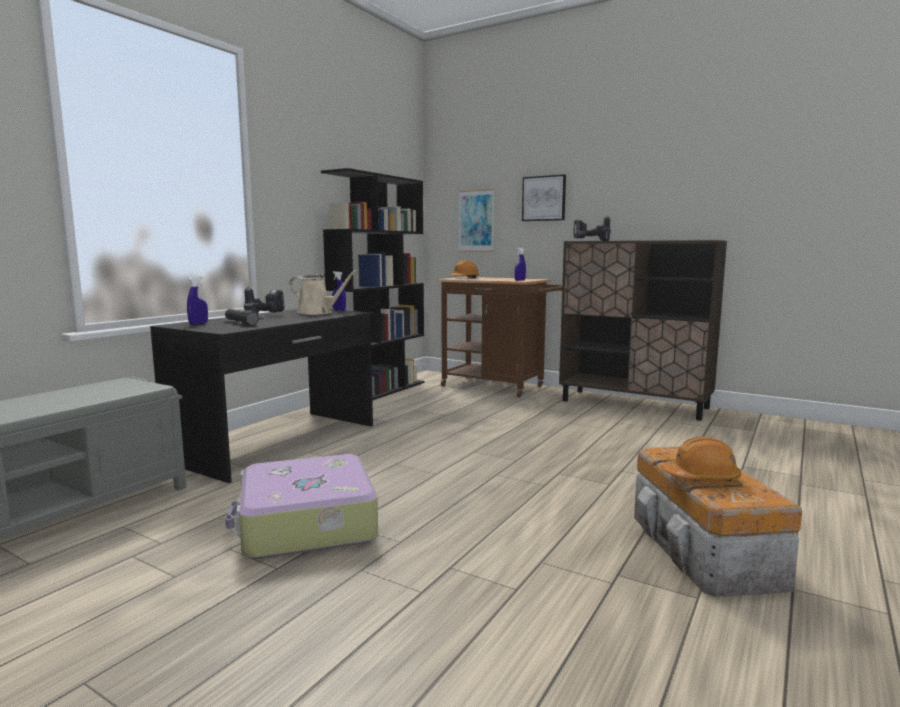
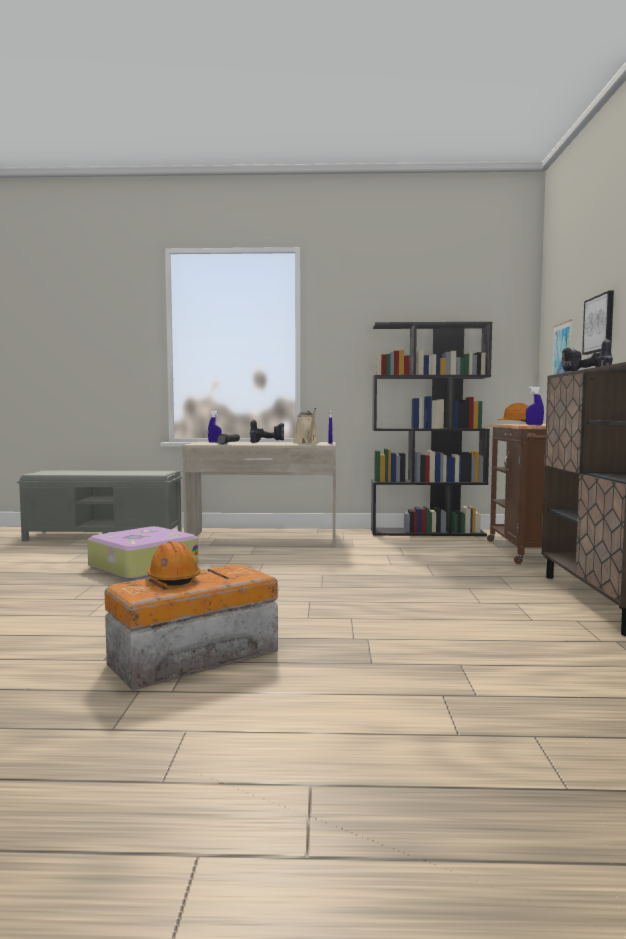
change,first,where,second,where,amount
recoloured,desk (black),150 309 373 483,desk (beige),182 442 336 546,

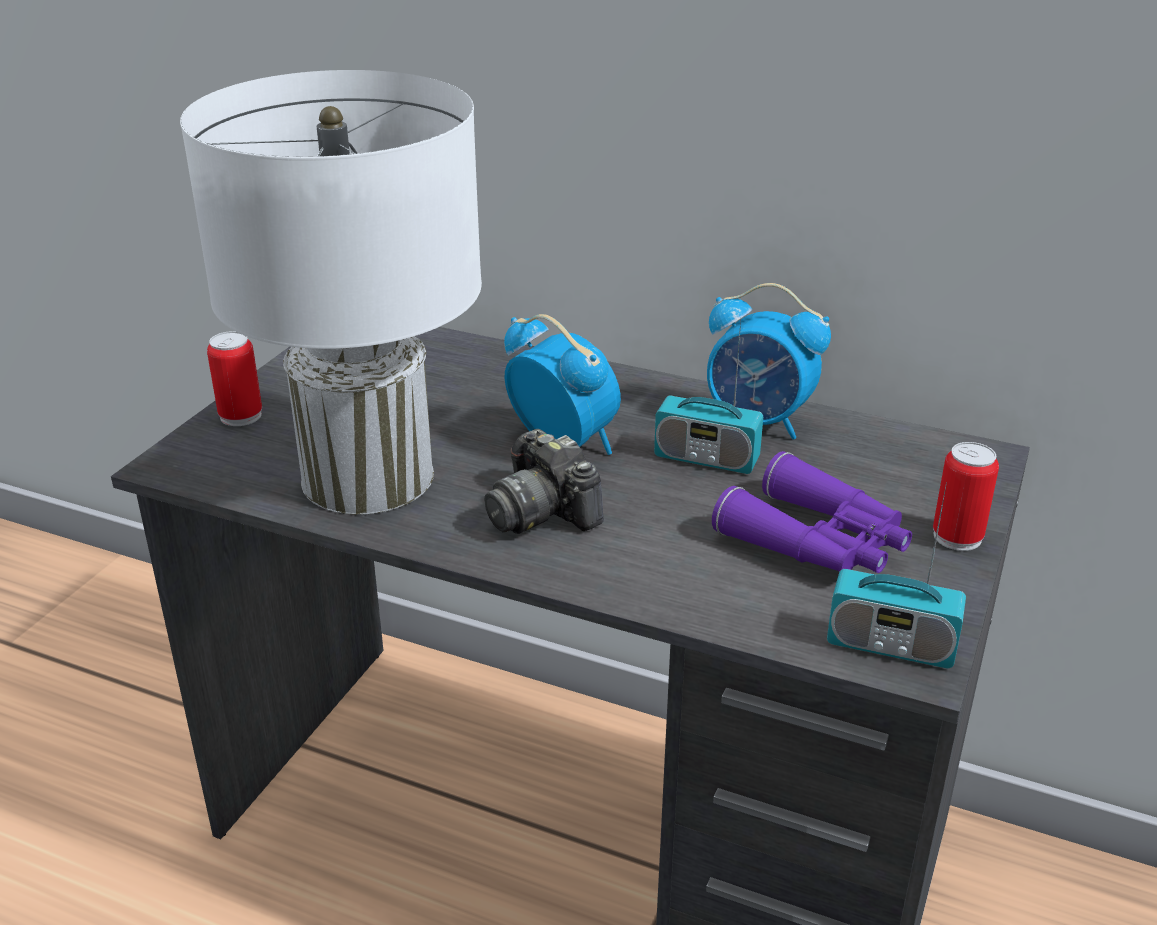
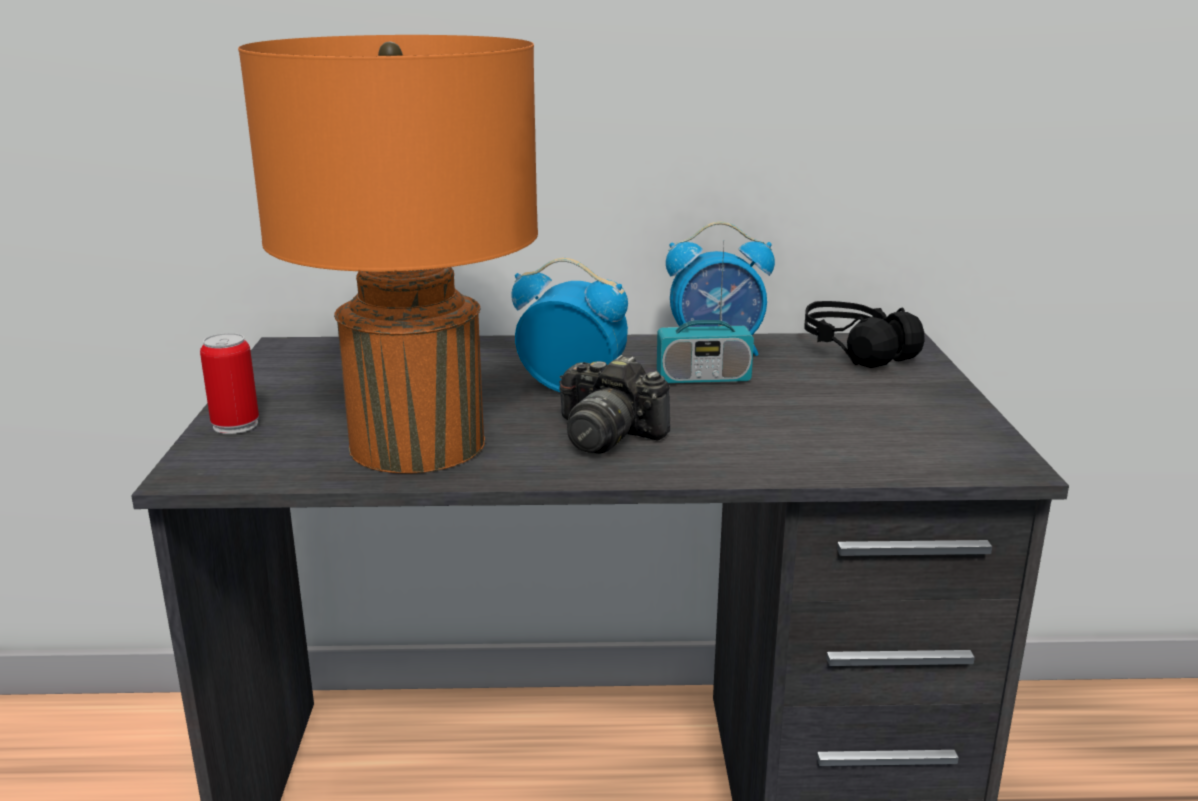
change,first,where,second,where,amount
removed,binoculars (purple),712 451 912 573,,,
removed,radio,827 482 966 668,,,
removed,can,933 442 999 551,,,
added,,,headphones (black),804 301 924 368,
recoloured,table lamp (white),180 70 482 515,table lamp (orange),238 35 538 473,

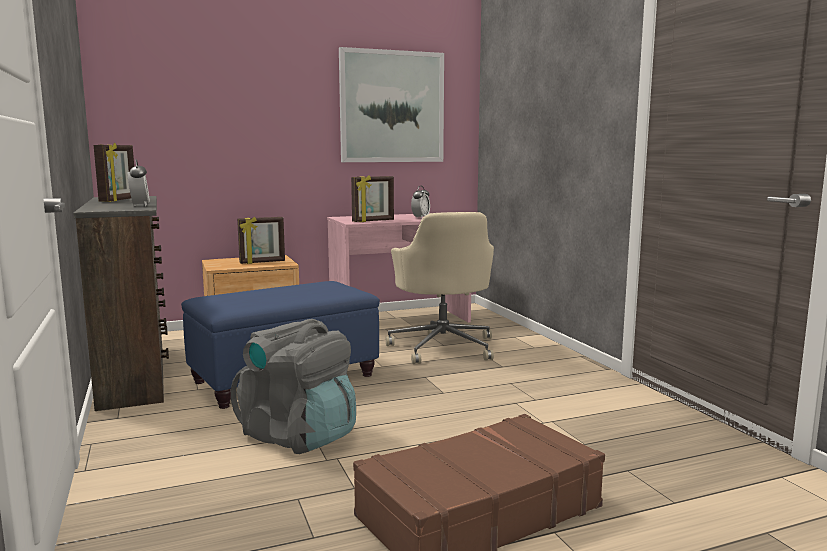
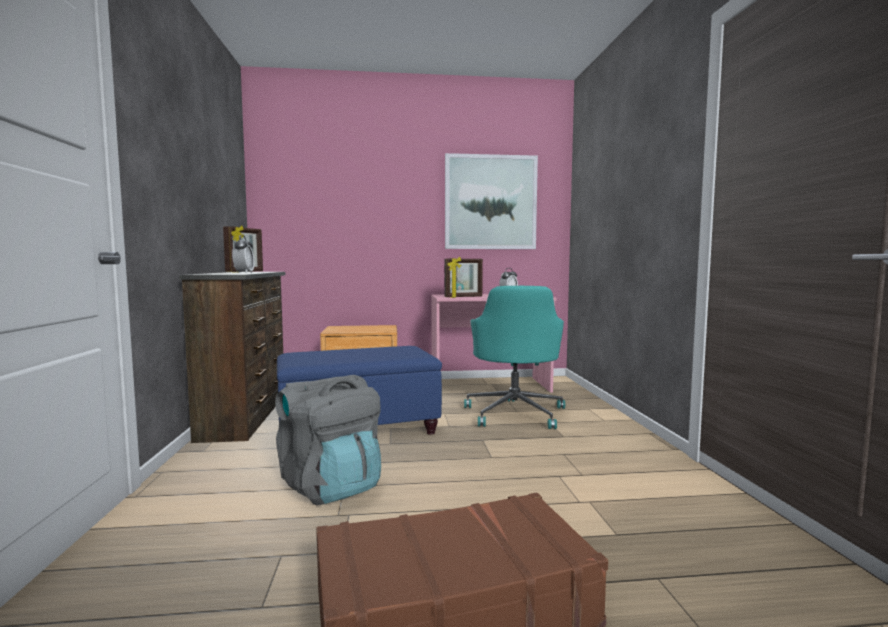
change,first,where,second,where,amount
removed,picture frame,237 217 285 264,,,
recoloured,office chair (beige),386 212 494 364,office chair (turquoise),464 286 565 429,

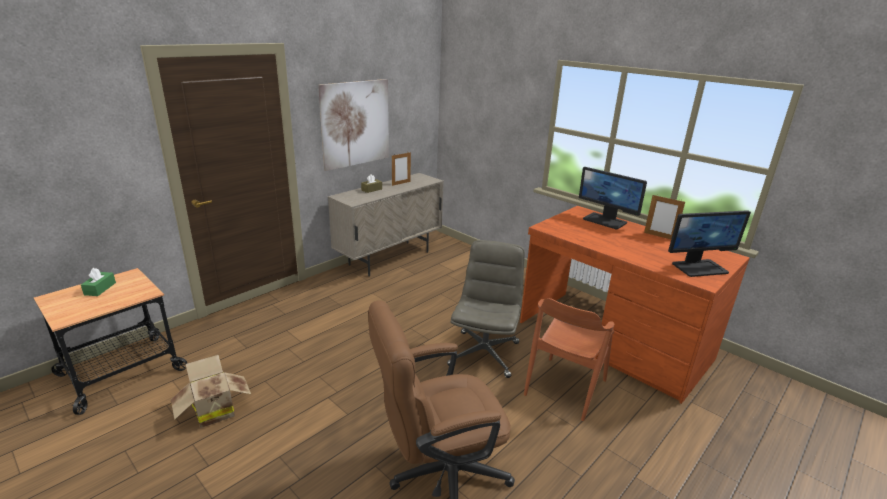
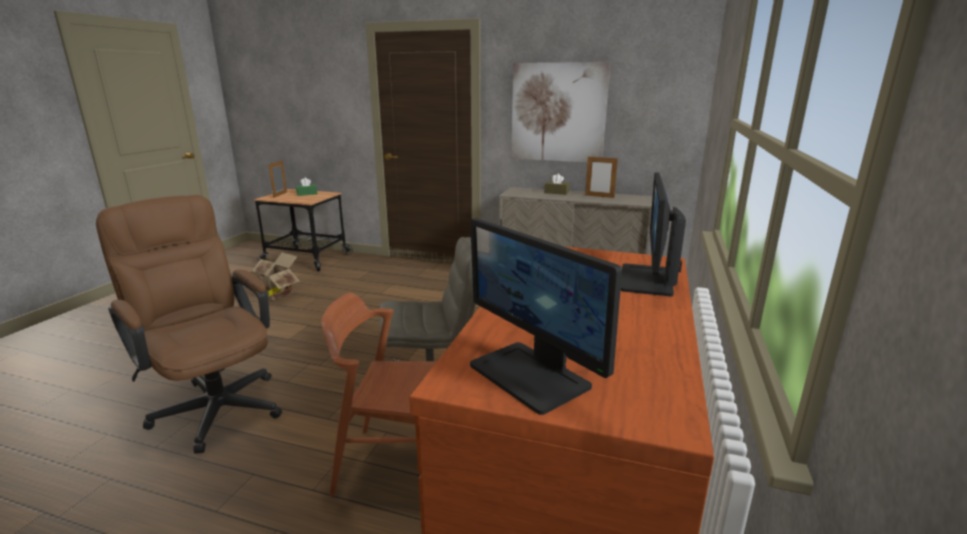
change,first,where,second,where,amount
moved,picture frame,644 194 685 239,,269 161 287 198,

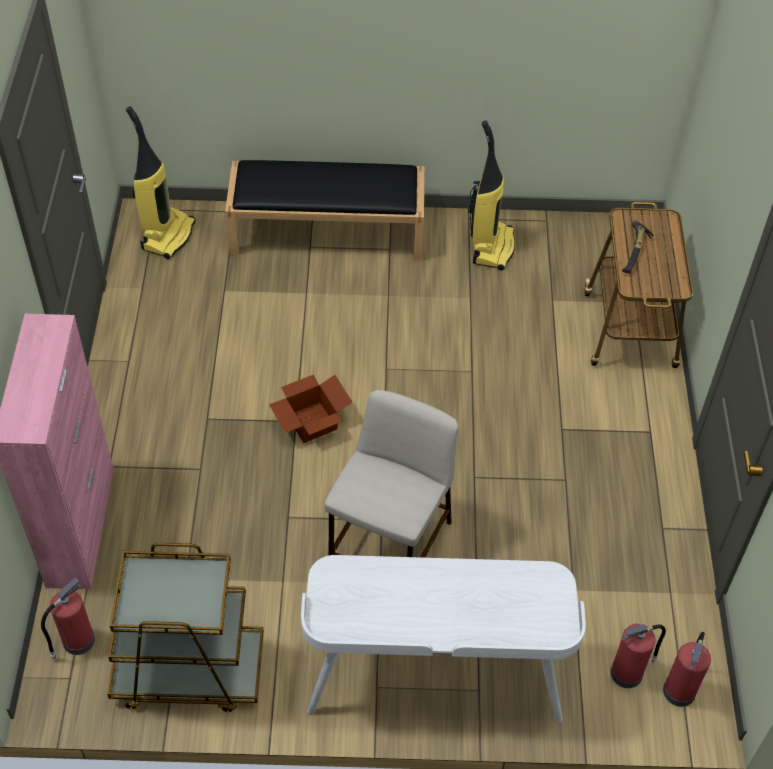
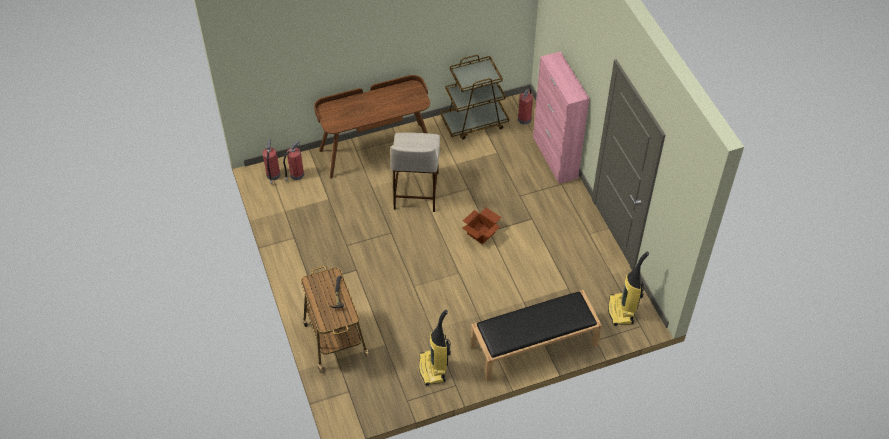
change,first,where,second,where,amount
recoloured,desk (white),301 555 586 723,desk (brown),314 75 430 179,

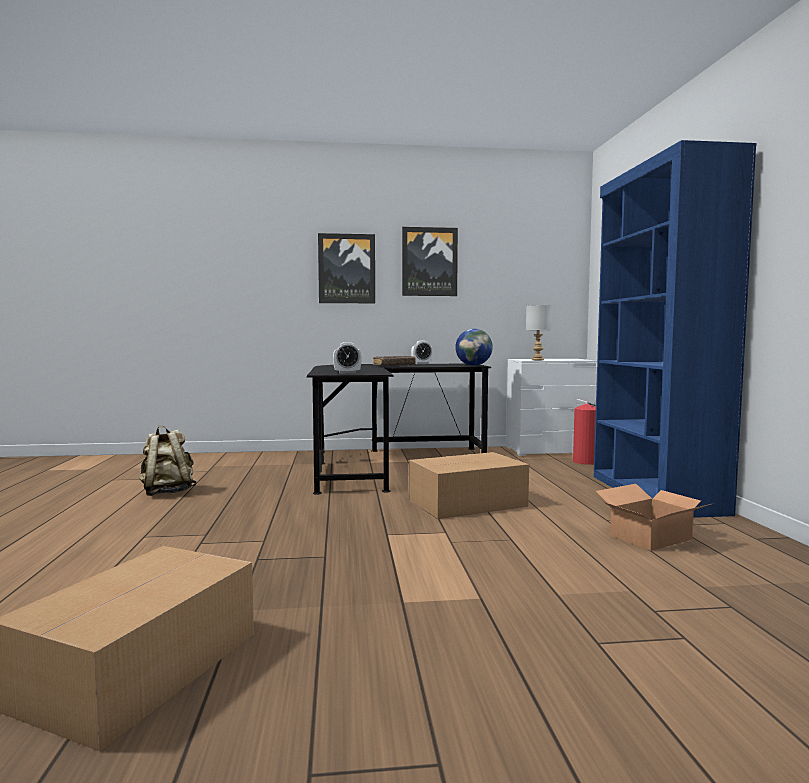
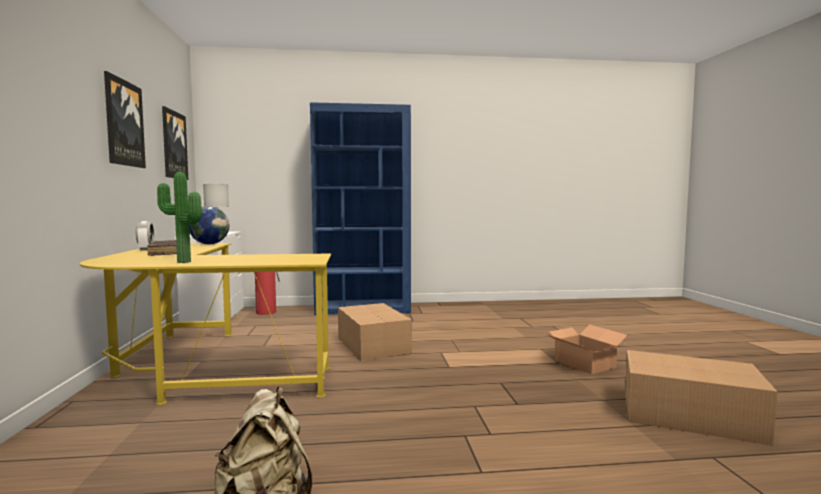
change,first,where,second,where,amount
removed,alarm clock,333 342 362 374,,,
added,,,potted plant,157 172 202 263,
moved,picture,318 233 375 303,,162 106 188 180,
moved,cardboard box,596 484 714 551,,546 324 627 374,
recoloured,desk (black),307 364 491 495,desk (yellow),80 243 331 405,

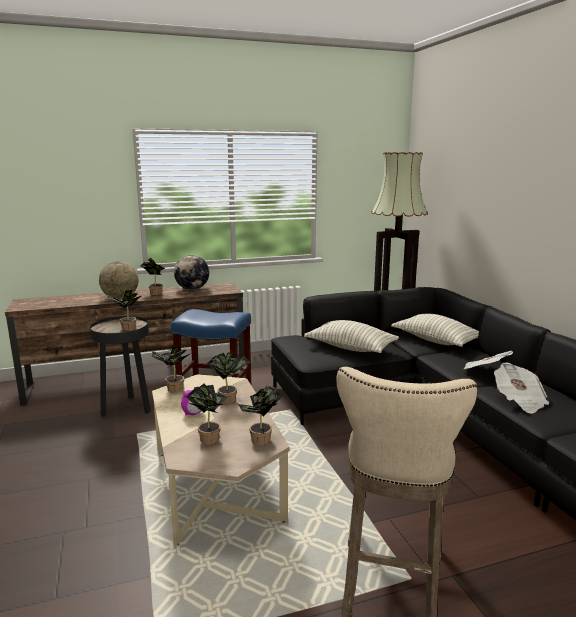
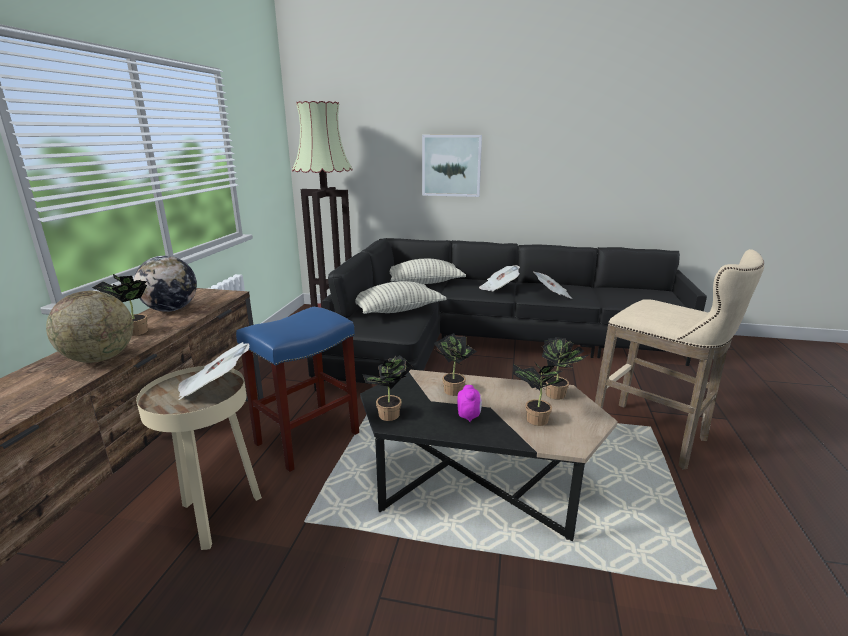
change,first,where,second,where,amount
added,,,picture,422 135 482 197,
replaced,potted plant,107 290 141 331,newspaper,178 342 249 400,
recoloured,side table (black),90 316 151 417,side table (beige),136 366 262 550,
recoloured,coffee table (beige),152 374 290 547,coffee table (black),360 370 618 541,

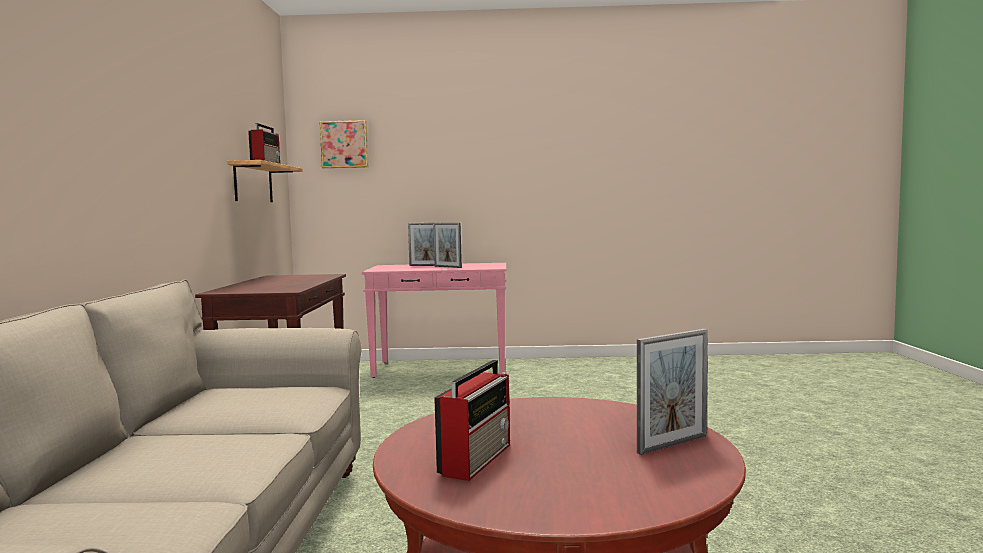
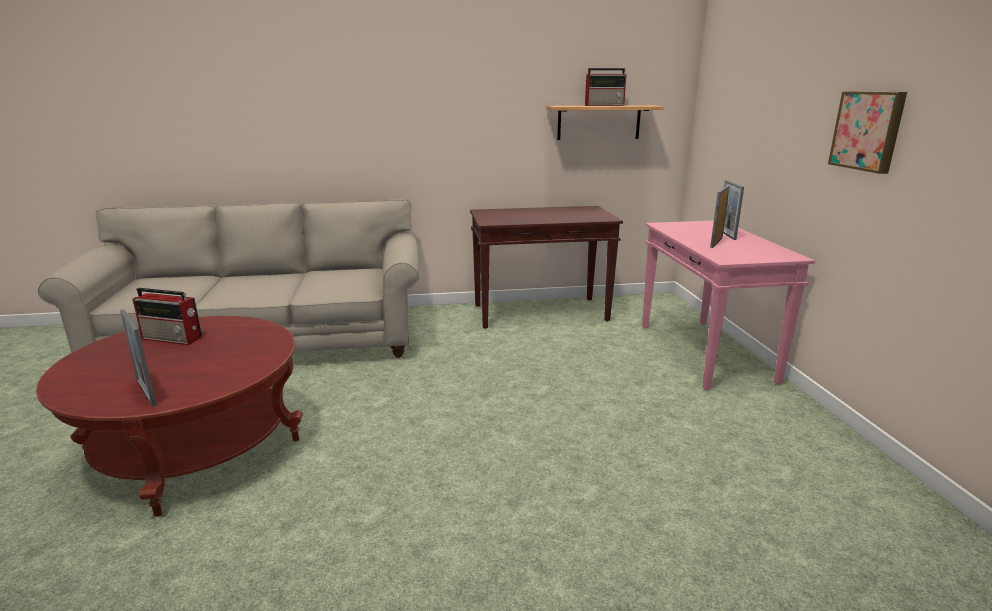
change,first,where,second,where,amount
moved,picture,320 120 368 168,,828 91 907 174,

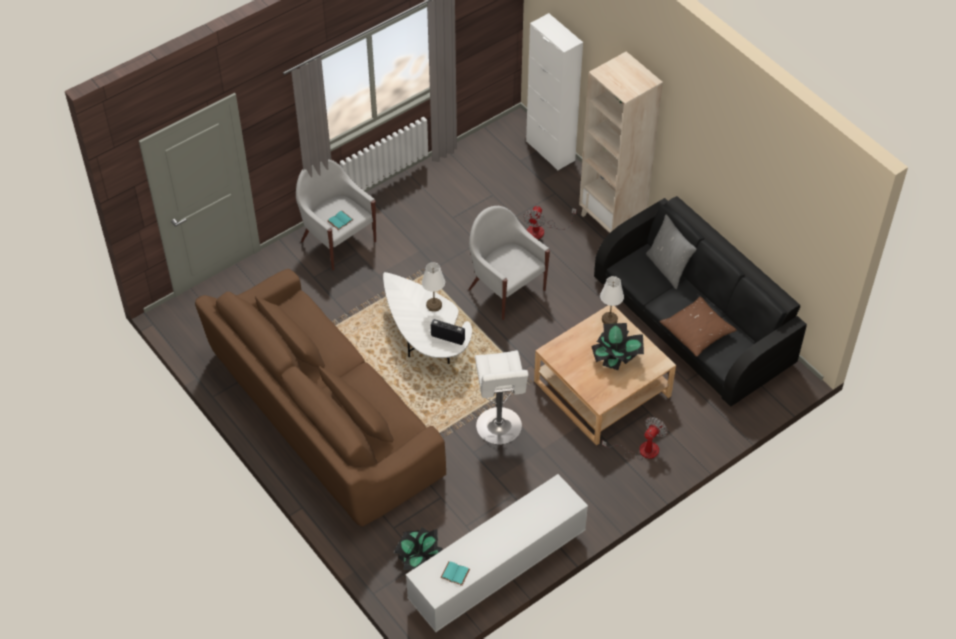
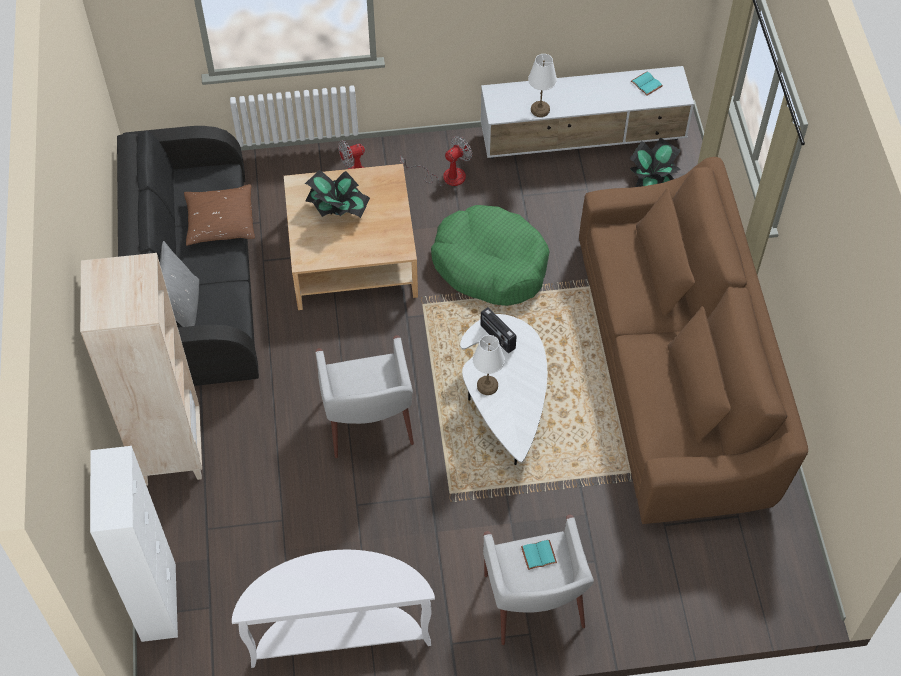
change,first,where,second,where,amount
added,,,console table (white),232 550 435 668,
moved,fan,523 206 577 239,,400 136 472 186,
moved,table lamp (white),600 276 624 324,,528 54 557 117,
replaced,stool (white),475 350 528 445,dog bed (green),431 205 550 306,

